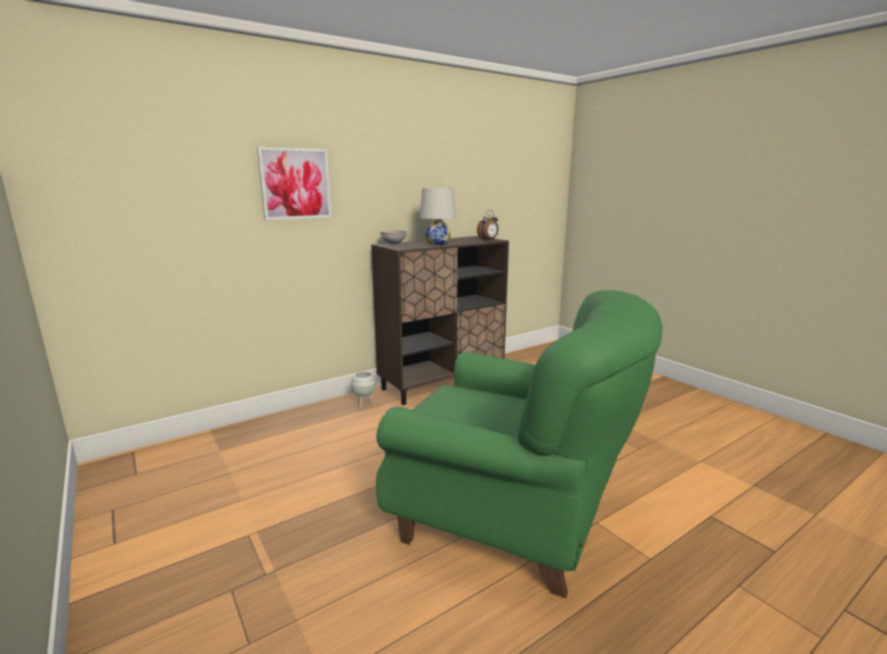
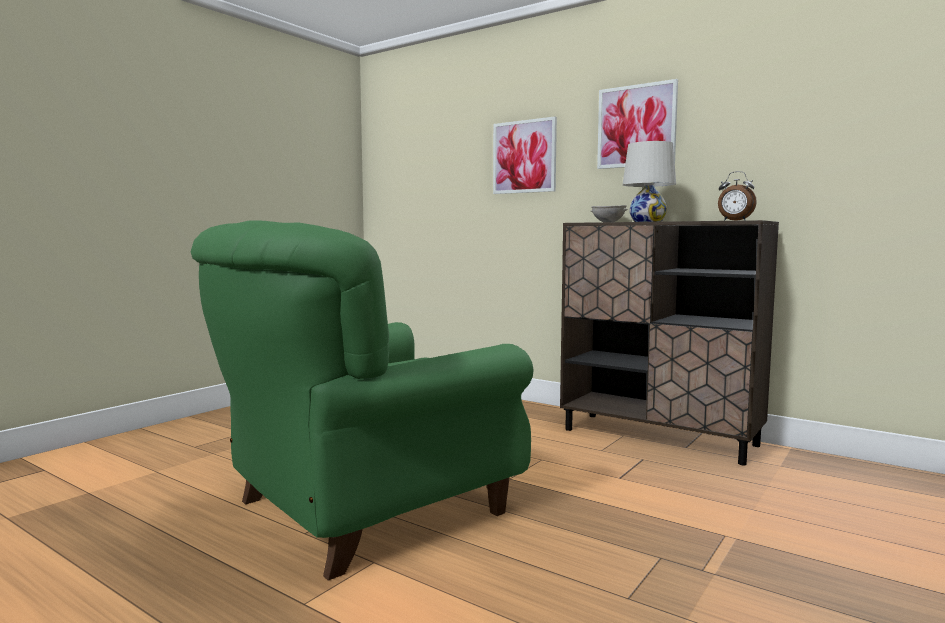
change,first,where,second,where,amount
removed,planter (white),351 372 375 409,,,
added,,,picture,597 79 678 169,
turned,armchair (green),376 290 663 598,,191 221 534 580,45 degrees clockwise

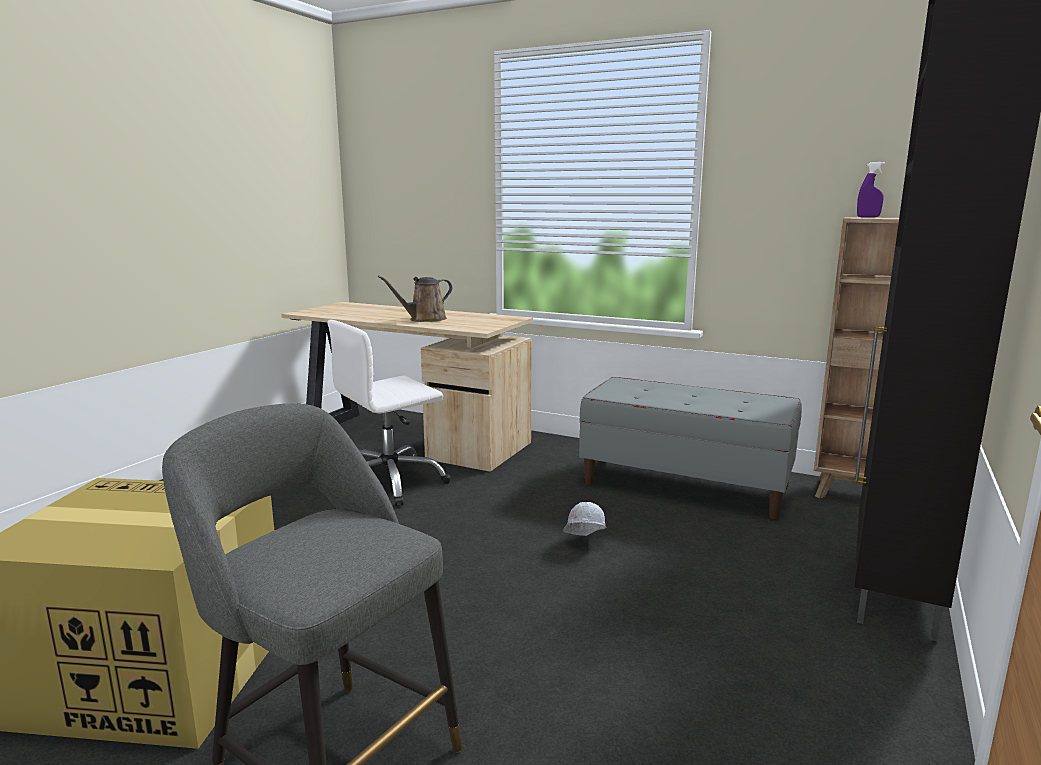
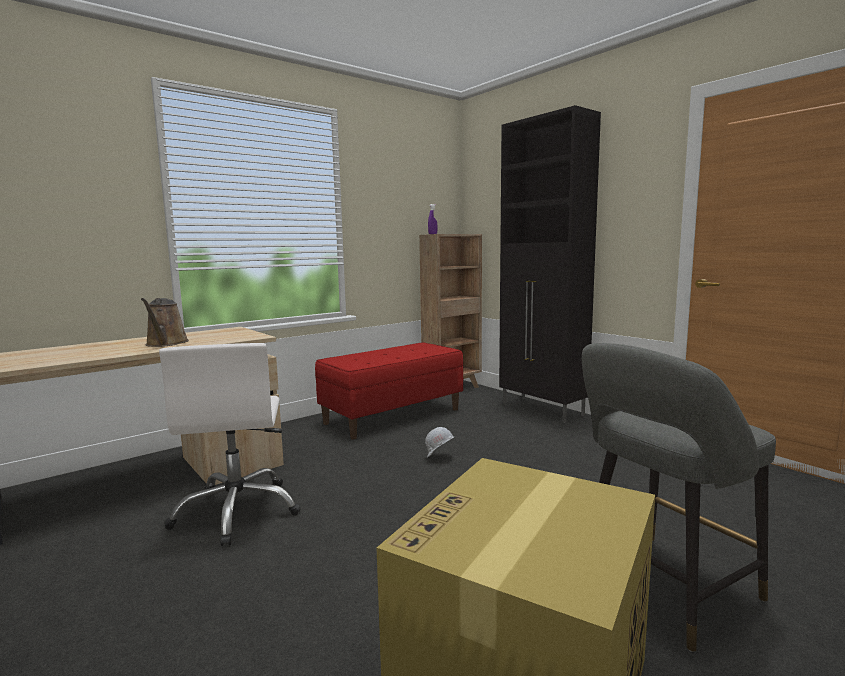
change,first,where,second,where,amount
recoloured,bench (grey),579 377 802 519,bench (red),315 342 463 440,

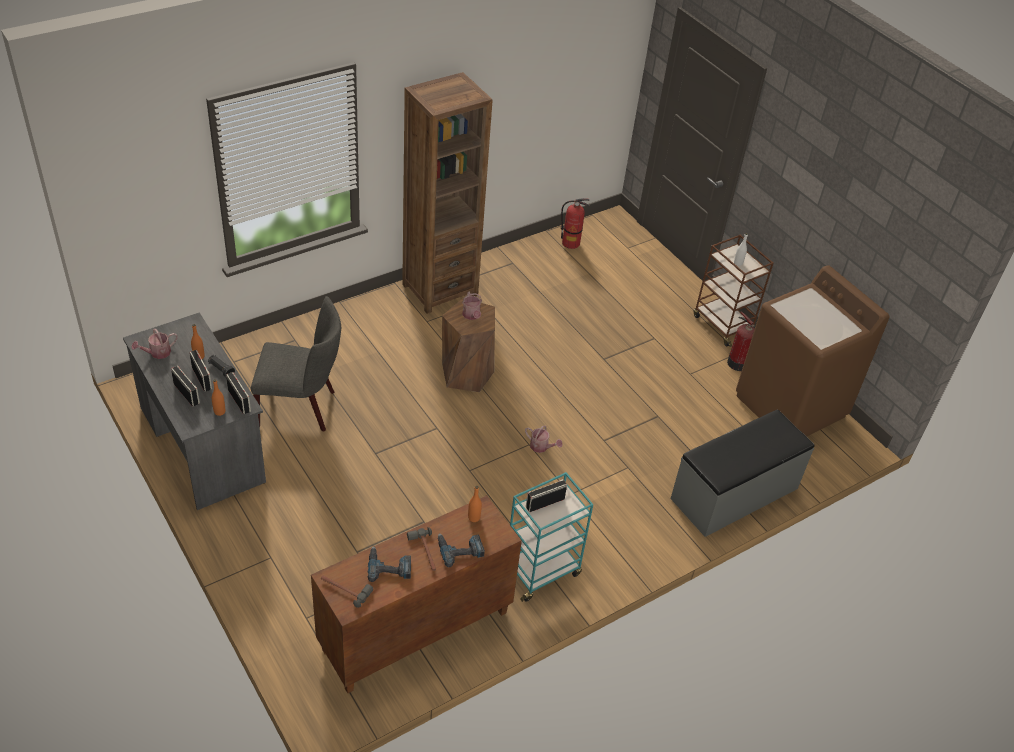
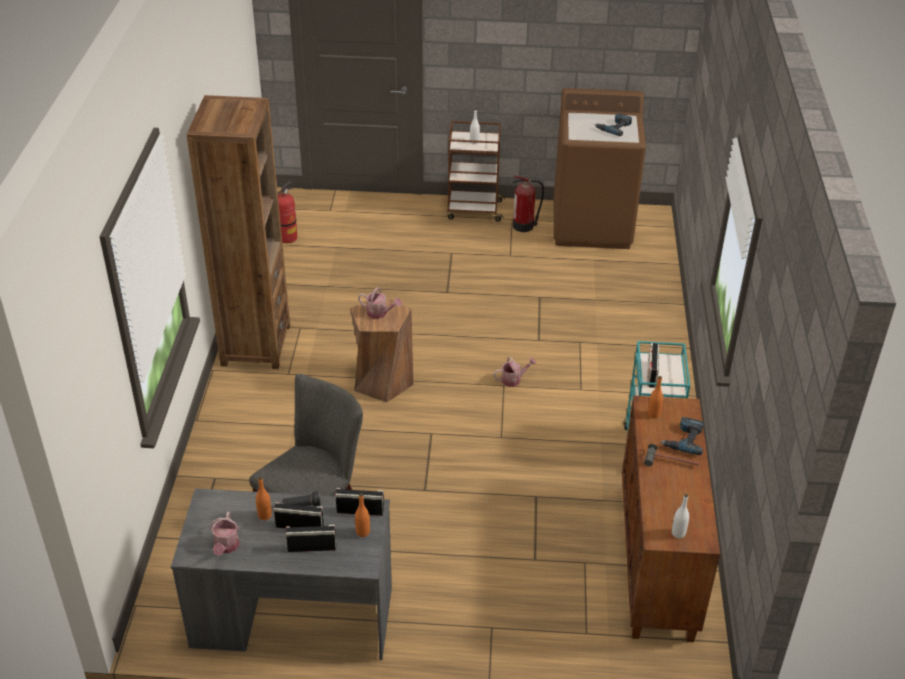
change,first,where,second,where,amount
removed,bench (grey),671 410 815 537,,,
moved,power drill,368 546 411 582,,594 113 632 136,
replaced,hammer,321 575 373 608,bottle (white),672 494 689 538,

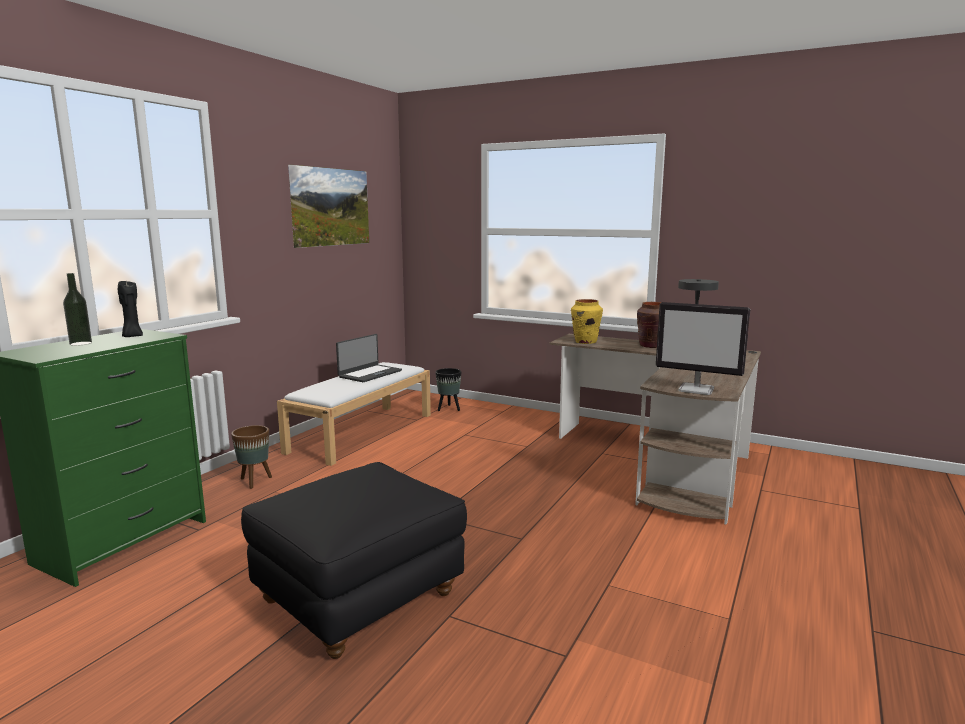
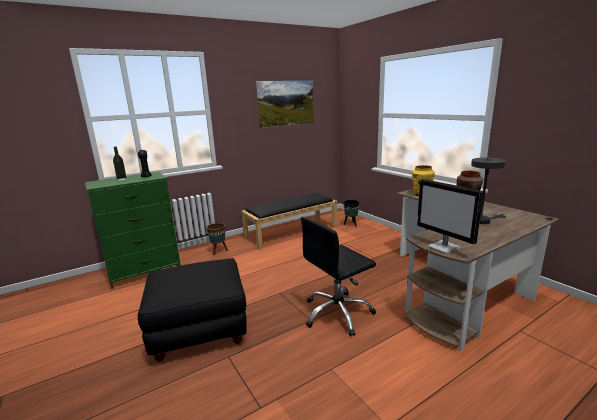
change,first,where,second,where,amount
removed,laptop,336 334 402 382,,,
added,,,office chair (black),301 217 376 336,
recoloured,bench (white),277 362 431 466,bench (black),241 193 337 250,

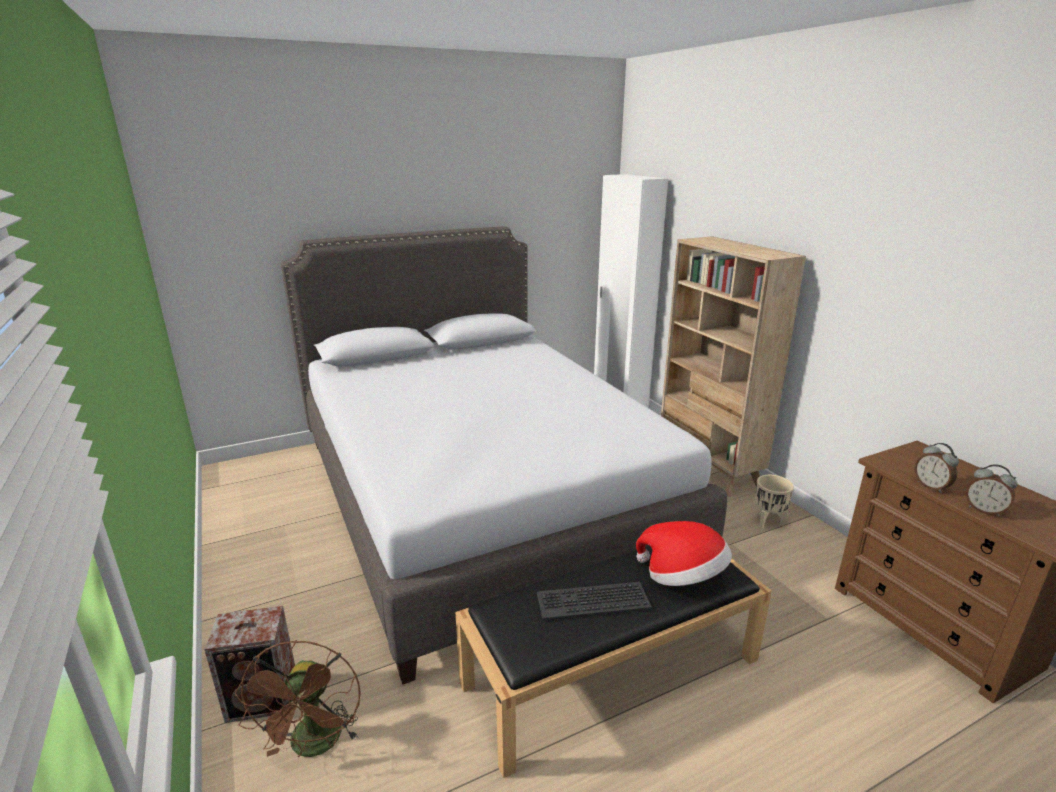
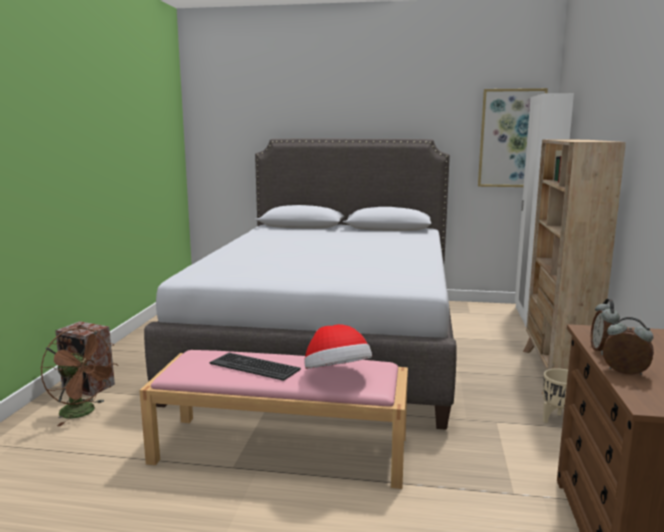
change,first,where,second,where,amount
added,,,picture,478 88 548 187,
recoloured,bench (black),455 546 772 778,bench (pink),139 350 408 489,
turned,fan (brown),235 640 361 758,,41 328 118 426,90 degrees counterclockwise
turned,alarm clock,966 464 1018 517,,603 317 654 375,135 degrees clockwise

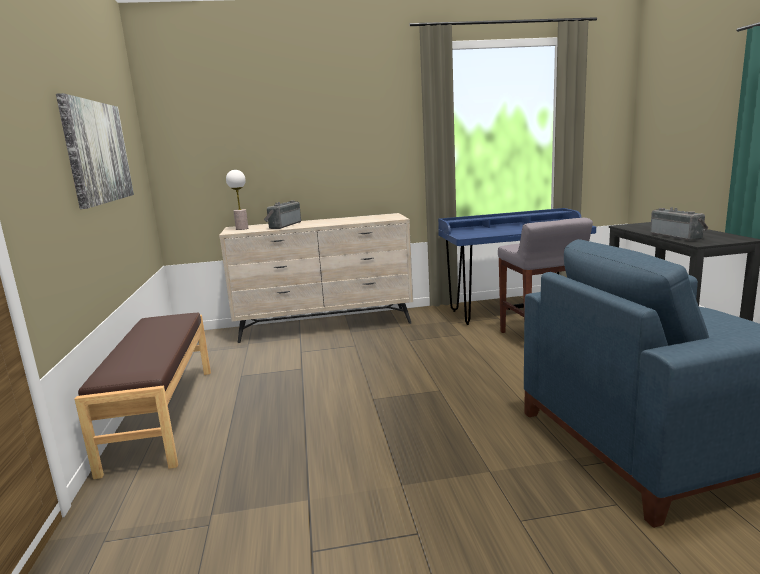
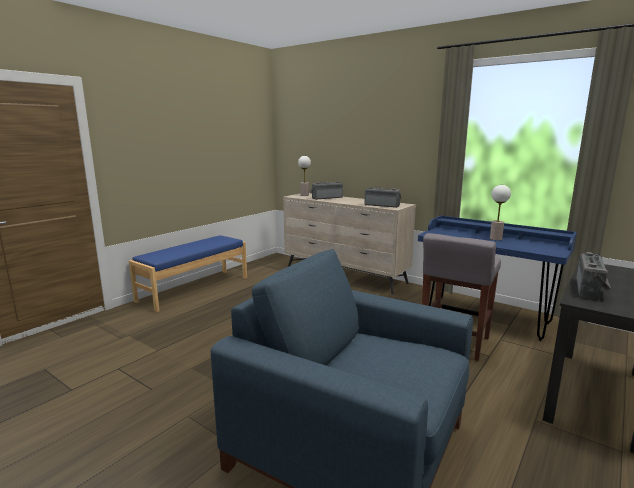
change,first,where,second,where,amount
removed,picture,56 93 134 209,,,
added,,,radio,364 186 402 208,
added,,,table lamp,490 185 511 241,
recoloured,bench (brown),75 313 211 479,bench (blue),129 235 247 312,

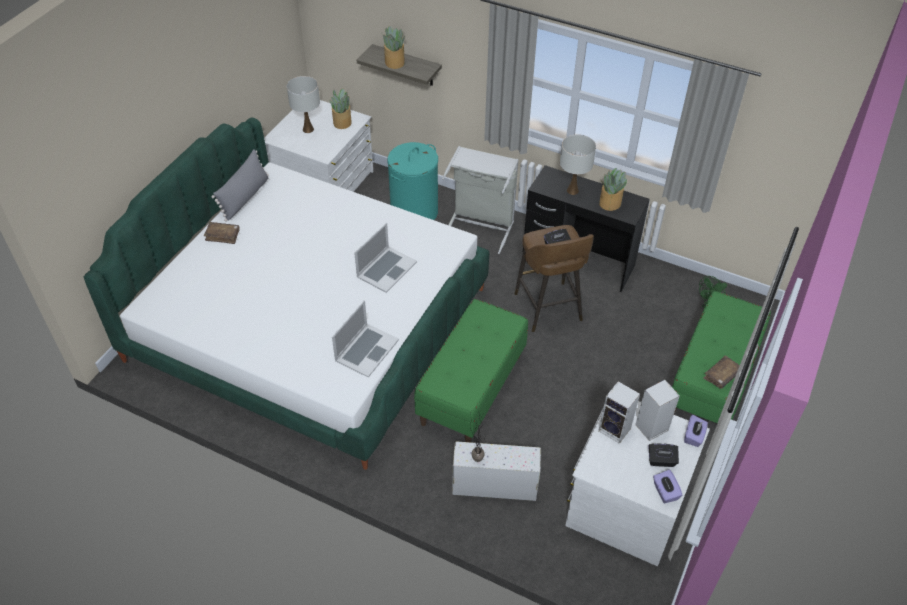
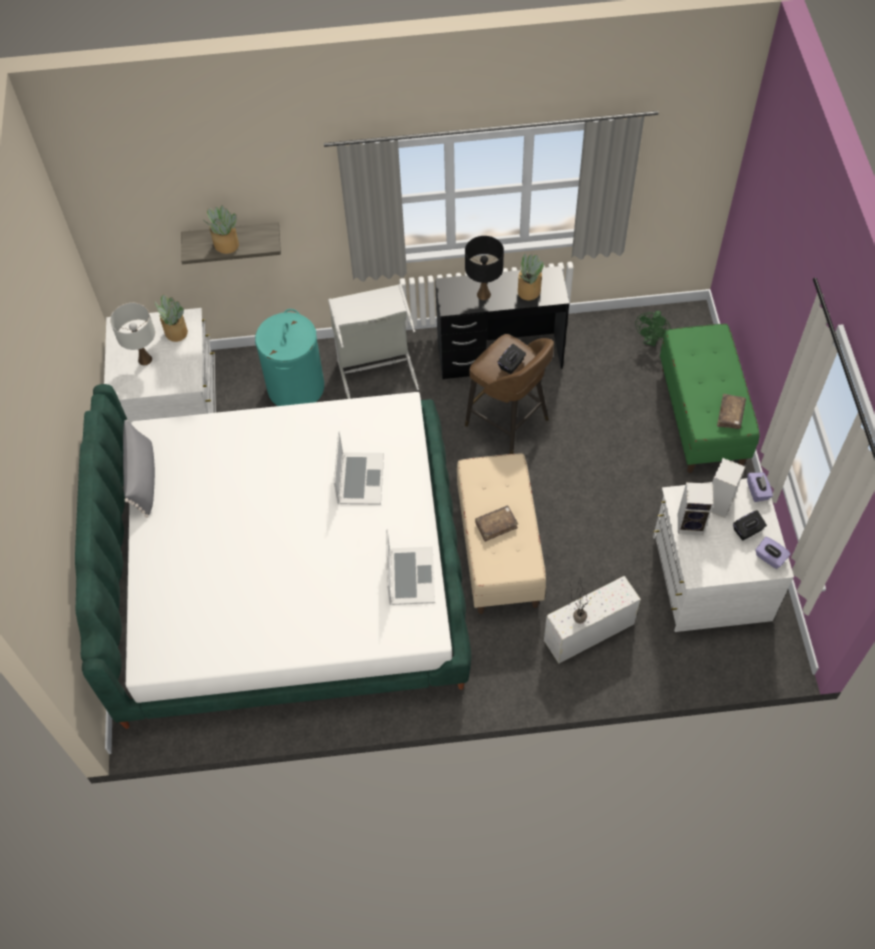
change,first,where,second,where,amount
moved,book (brown),204 222 240 244,,475 506 518 542,
recoloured,bench (green),414 299 528 442,bench (beige),457 453 546 614,
recoloured,table lamp (white),560 134 596 195,table lamp (black),465 236 504 300,

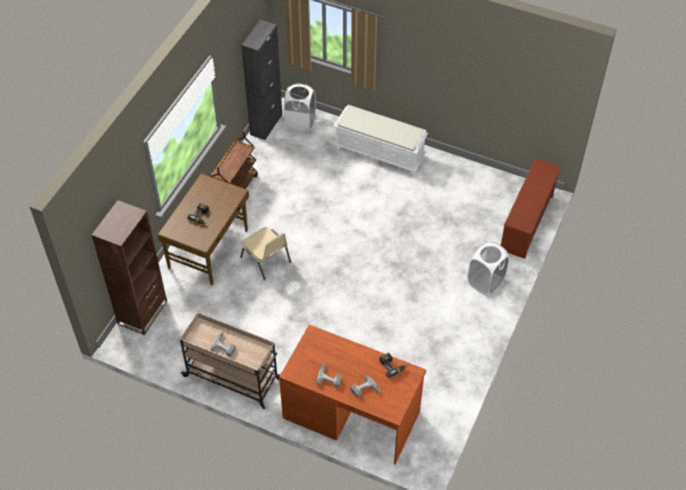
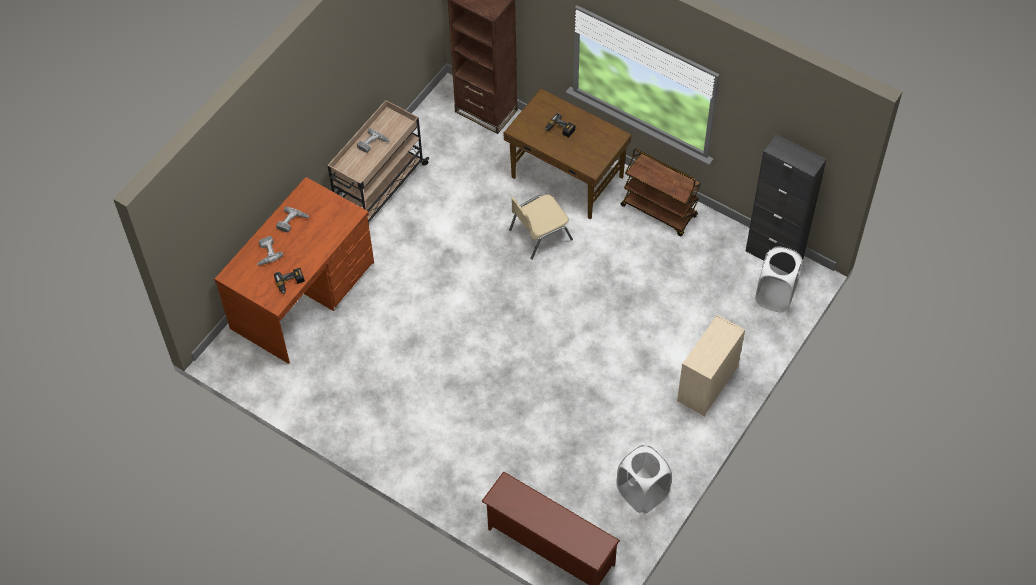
change,first,where,second,where,amount
moved,laundry basket (white),467 242 509 295,,616 445 672 514,
replaced,bench (white),334 105 428 175,dresser (beige),677 315 745 416,

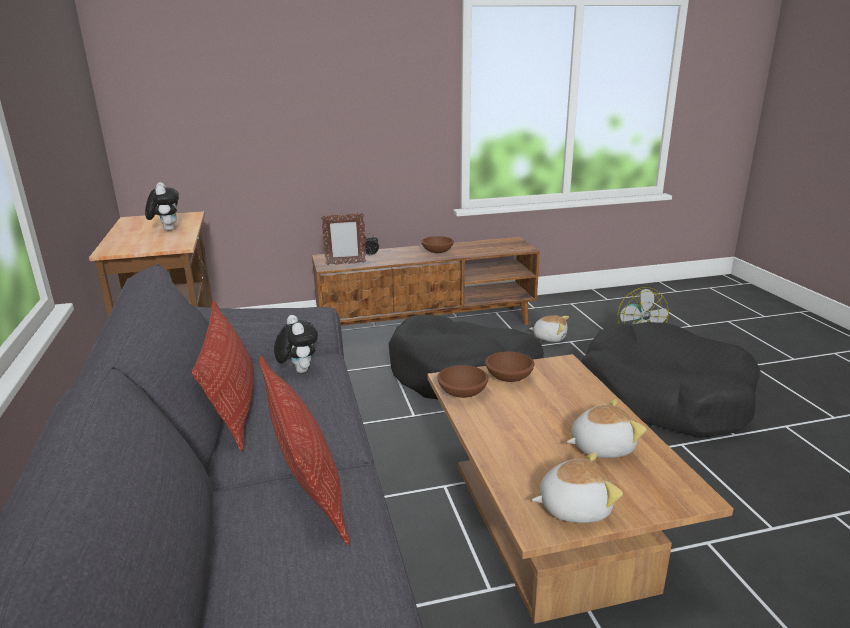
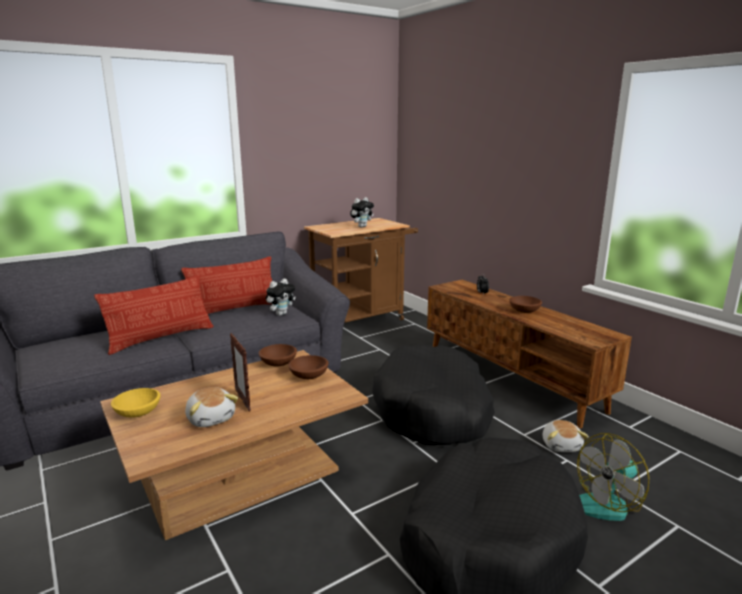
change,first,where,second,where,amount
moved,picture frame,321 213 366 265,,230 333 251 412,
replaced,plush toy,532 452 623 523,bowl (yellow),111 388 160 418,

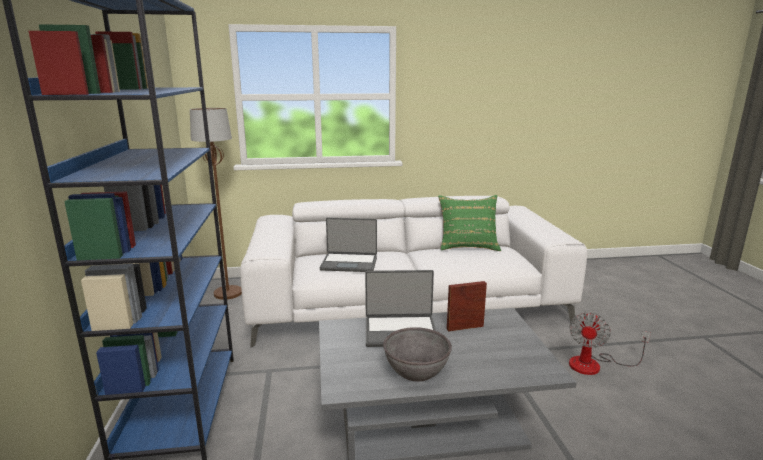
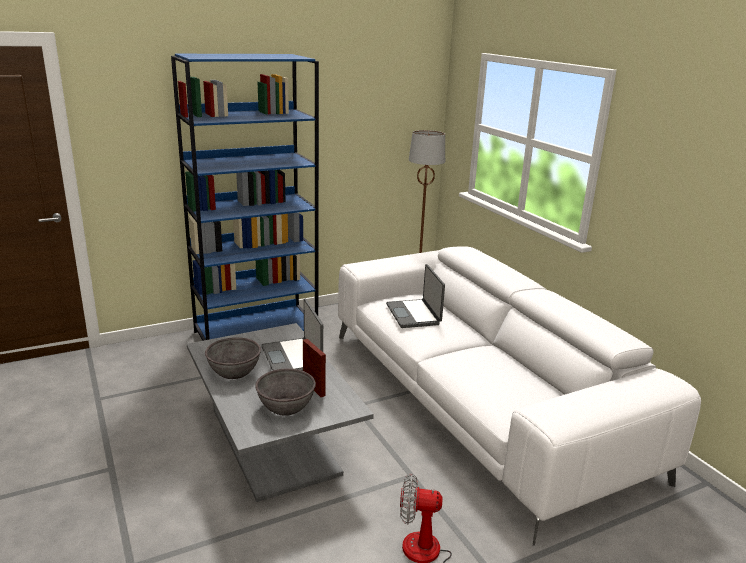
change,first,where,second,where,amount
removed,pillow (green),438 195 501 251,,,
added,,,bowl (grey),255 368 316 416,

